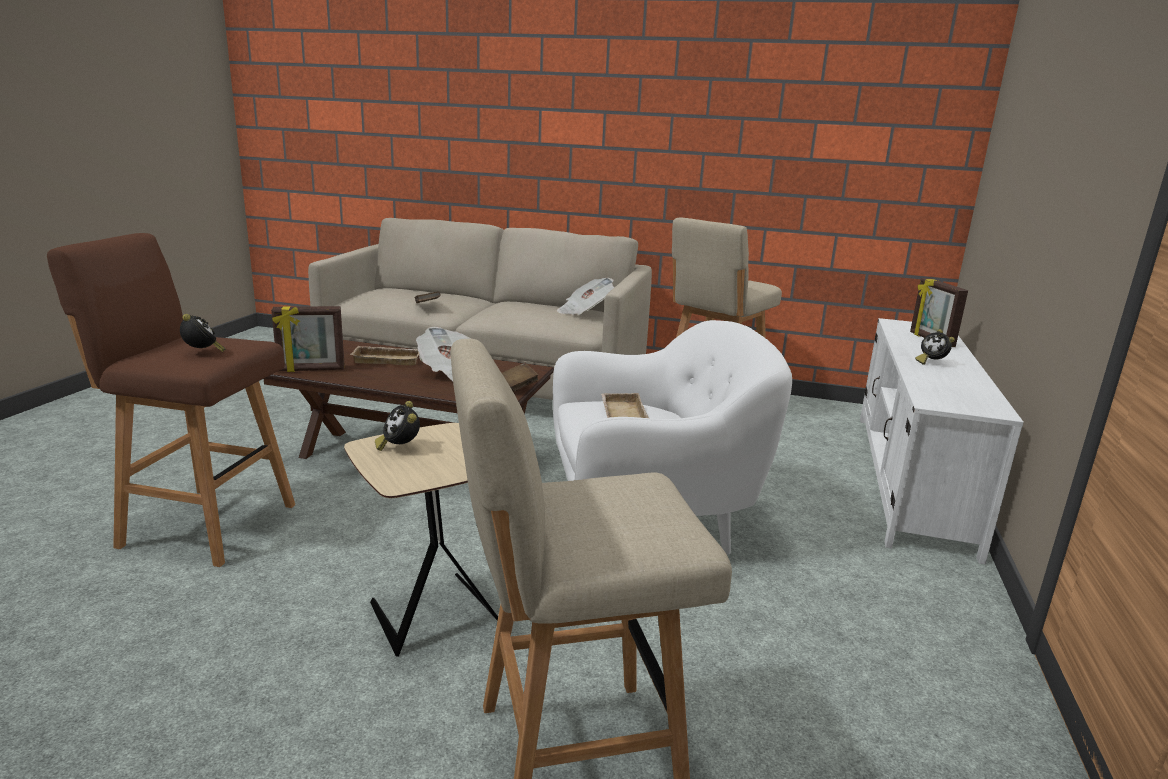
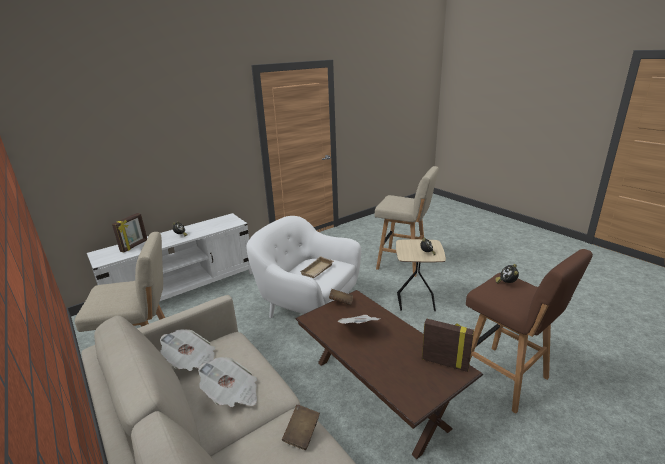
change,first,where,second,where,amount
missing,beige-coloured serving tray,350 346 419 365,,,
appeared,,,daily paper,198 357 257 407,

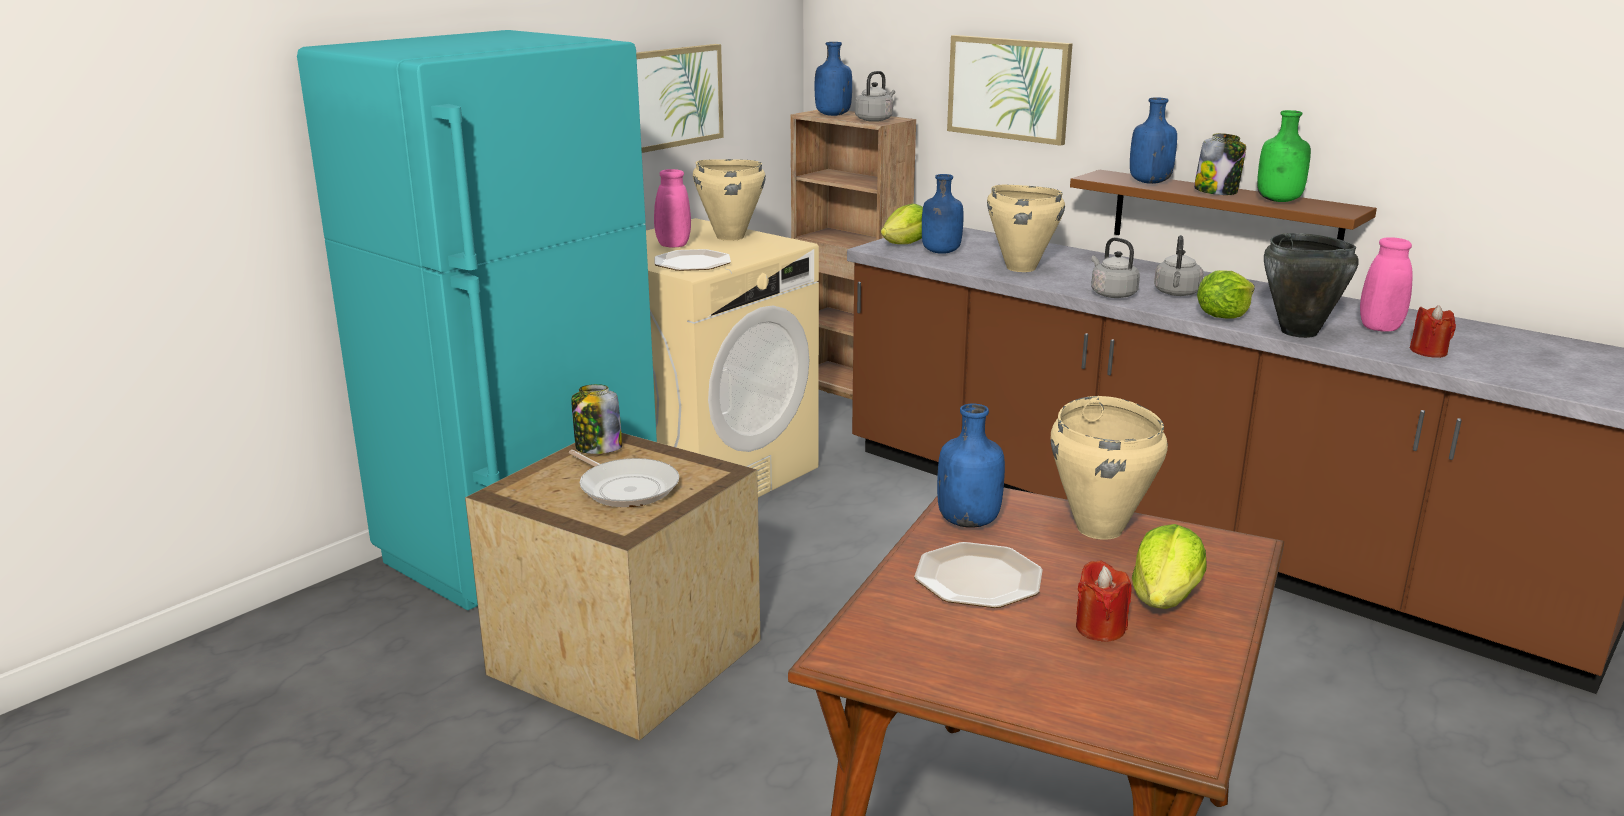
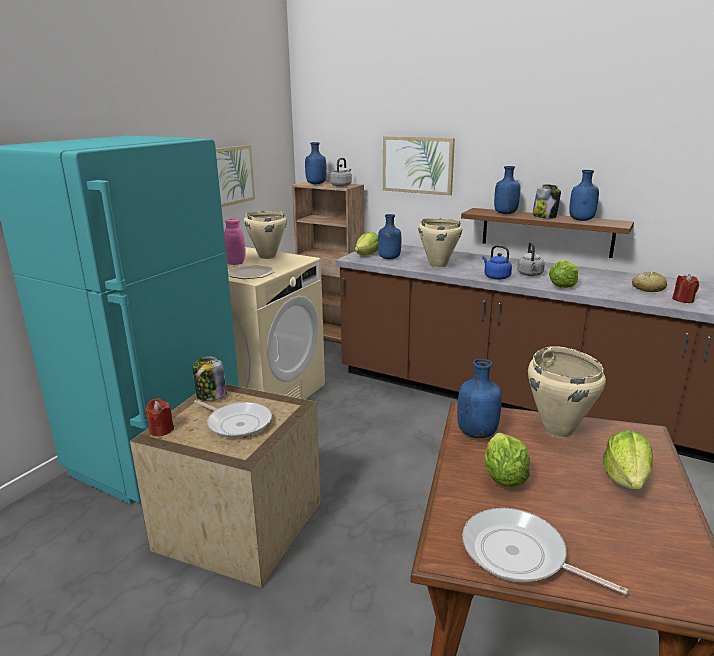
change,first,where,second,where,amount
exchanged,flat dish,914 542 1043 608,lettuce head,484 433 530 487,
relocated,reddish wax candle,1076 560 1132 642,,145 398 174 436,
colour,gray water kettle,1091 237 1140 298,blue-coloured water kettle,482 245 512 280,
colour,greenish beverage bottle,1257 110 1311 202,blue-coloured beverage bottle,569 170 599 221,
missing,black saucepot,1264 233 1359 338,,,
exchanged,pink decorative vase,1360 237 1413 332,bakery bread,632 272 667 292,
appeared,,,pan,462 508 628 595,

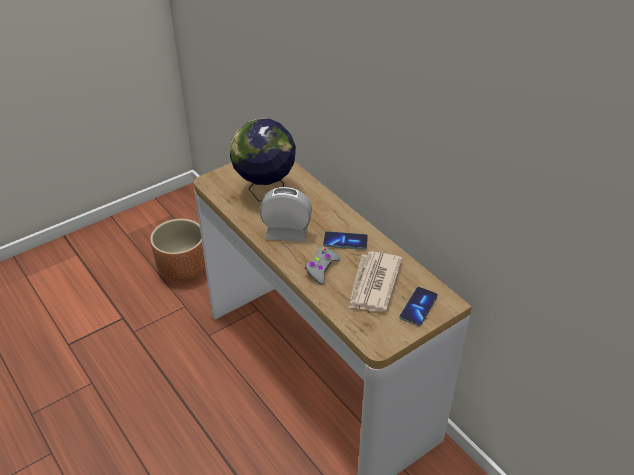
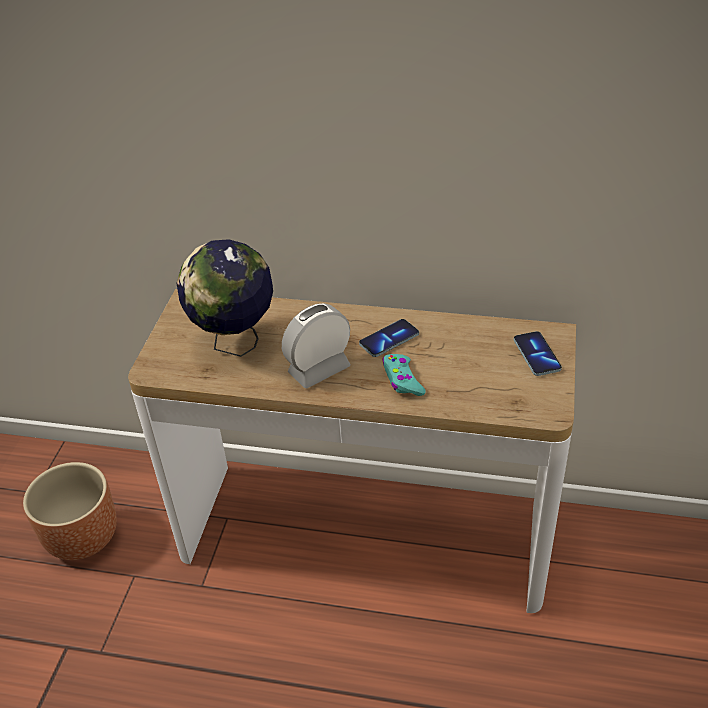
change,first,where,second,where,amount
colour,gray game controller,305 247 341 284,turquoise-coloured game controller,382 354 426 396,
missing,daily paper,348 252 402 312,,,

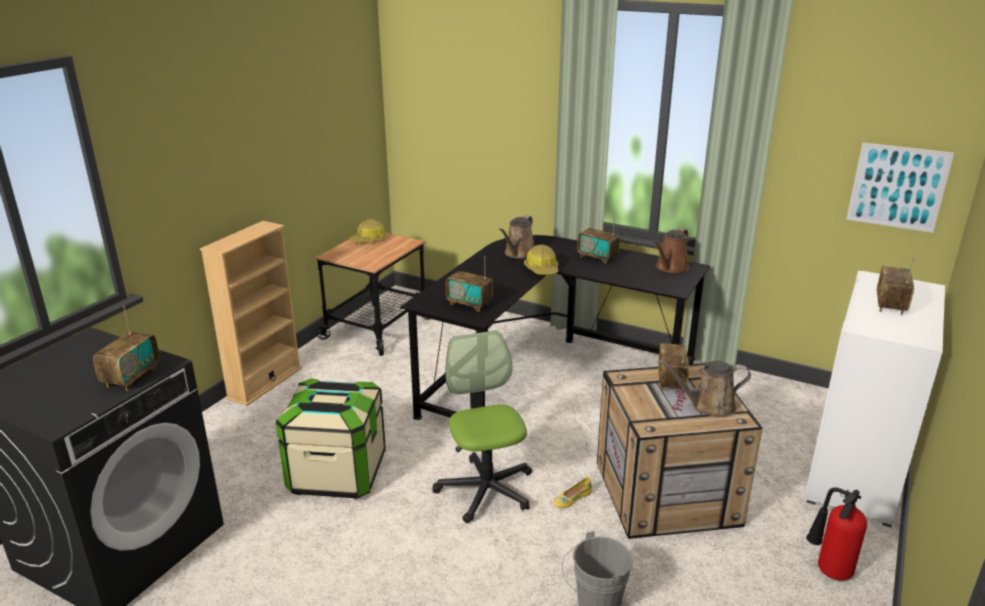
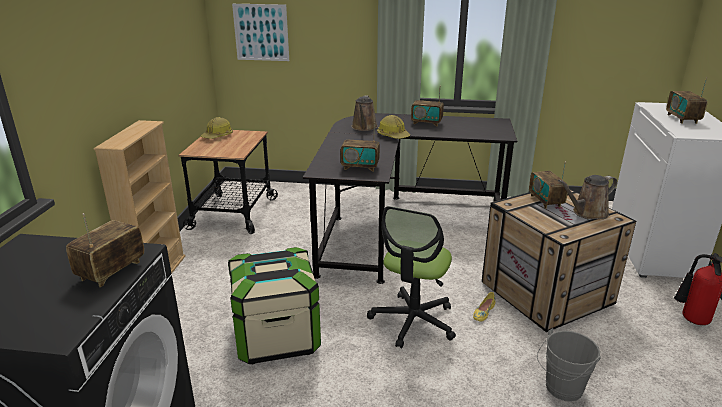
change,first,where,second,where,amount
spun,radio set,93 306 160 391,,66 213 144 288,150 degrees counterclockwise
spun,office chair,432 331 532 523,,367 206 456 348,120 degrees counterclockwise
missing,brown watering can,654 229 689 273,,,
relocated,picture,846 143 954 233,,232 4 289 61,

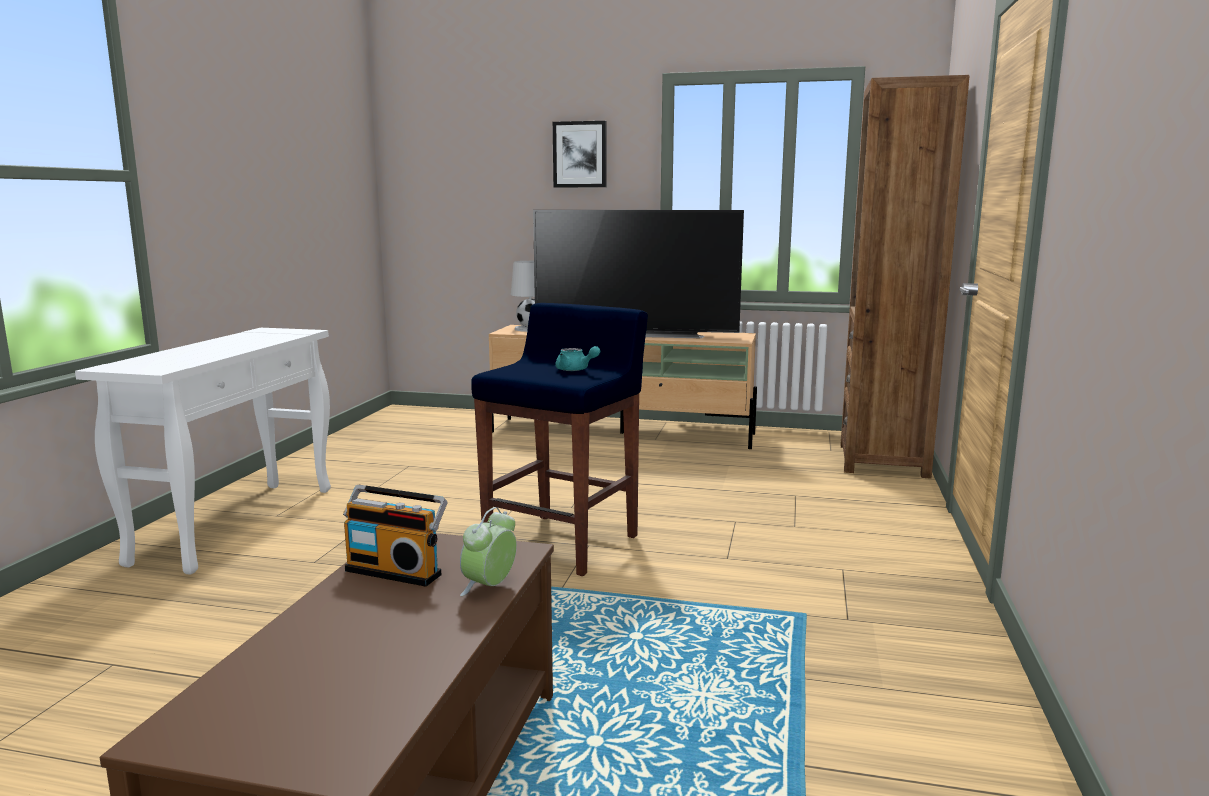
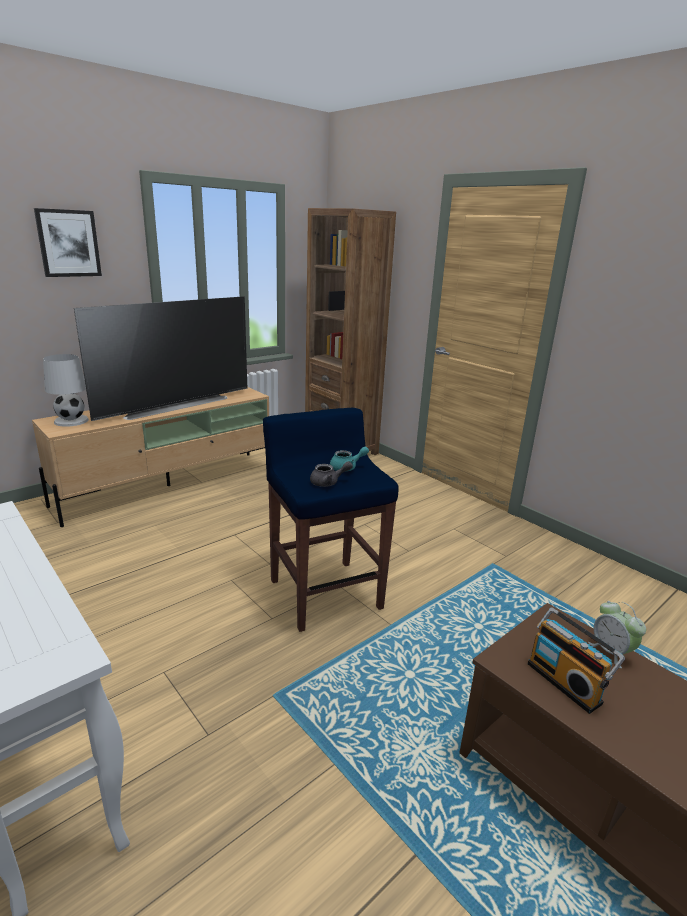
change,first,where,second,where,amount
spun,radio set,343 485 448 587,,527 607 625 714,90 degrees clockwise
appeared,,,gray pot for tea,310 461 353 487,

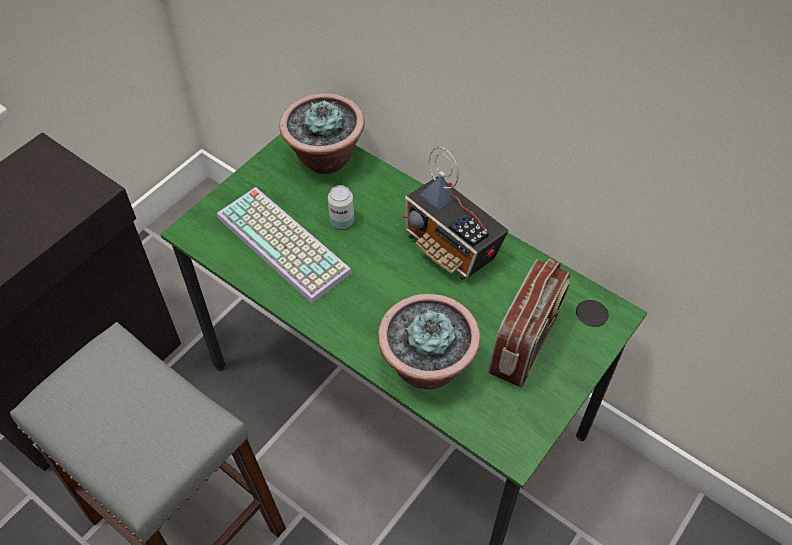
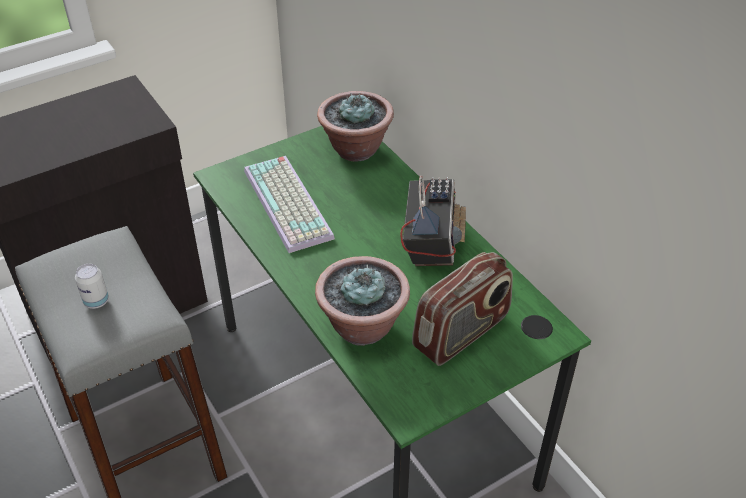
change,first,where,second,where,amount
relocated,metal can,328 185 354 228,,75 264 109 309,
spun,radio set,403 147 508 280,,400 176 466 266,150 degrees counterclockwise

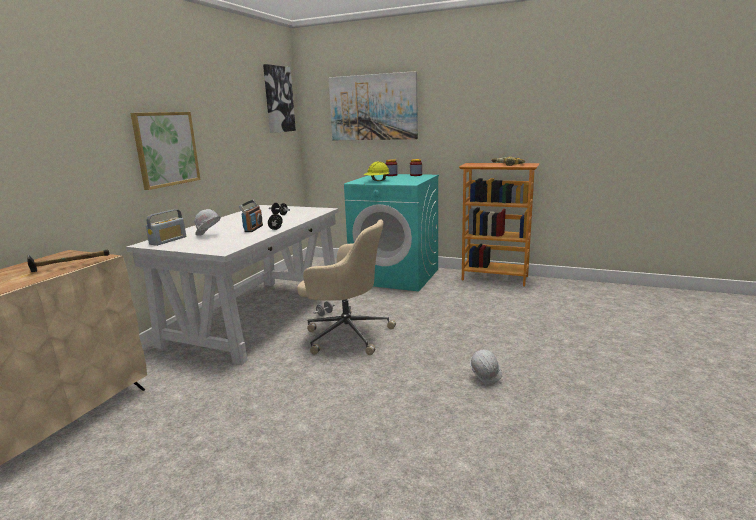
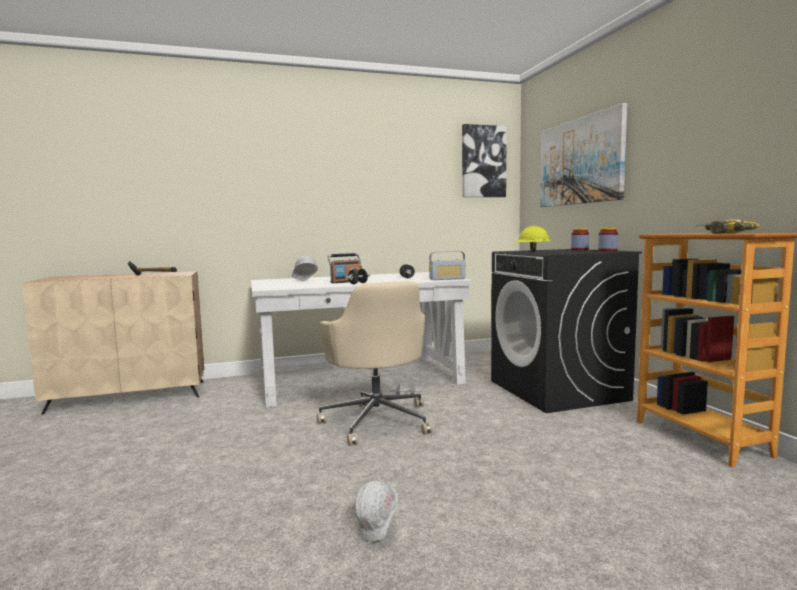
change,first,where,second,where,amount
missing,picture,130 112 200 190,,,
relocated,radio set,146 209 186 246,,429 251 466 280,
colour,turquoise-coloured laundry machine,344 174 439 291,black laundry machine,491 249 642 413,

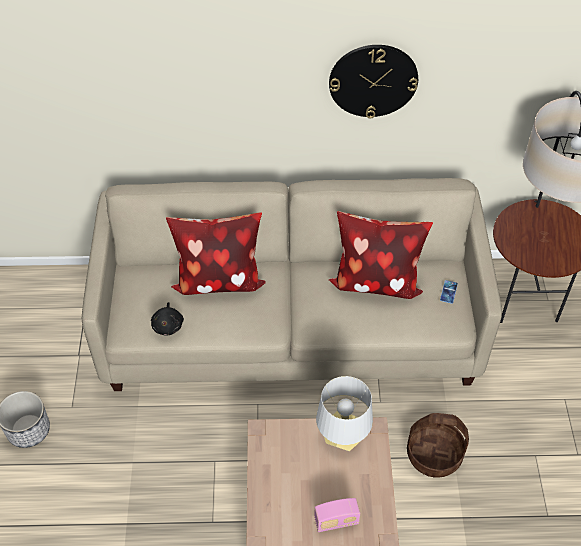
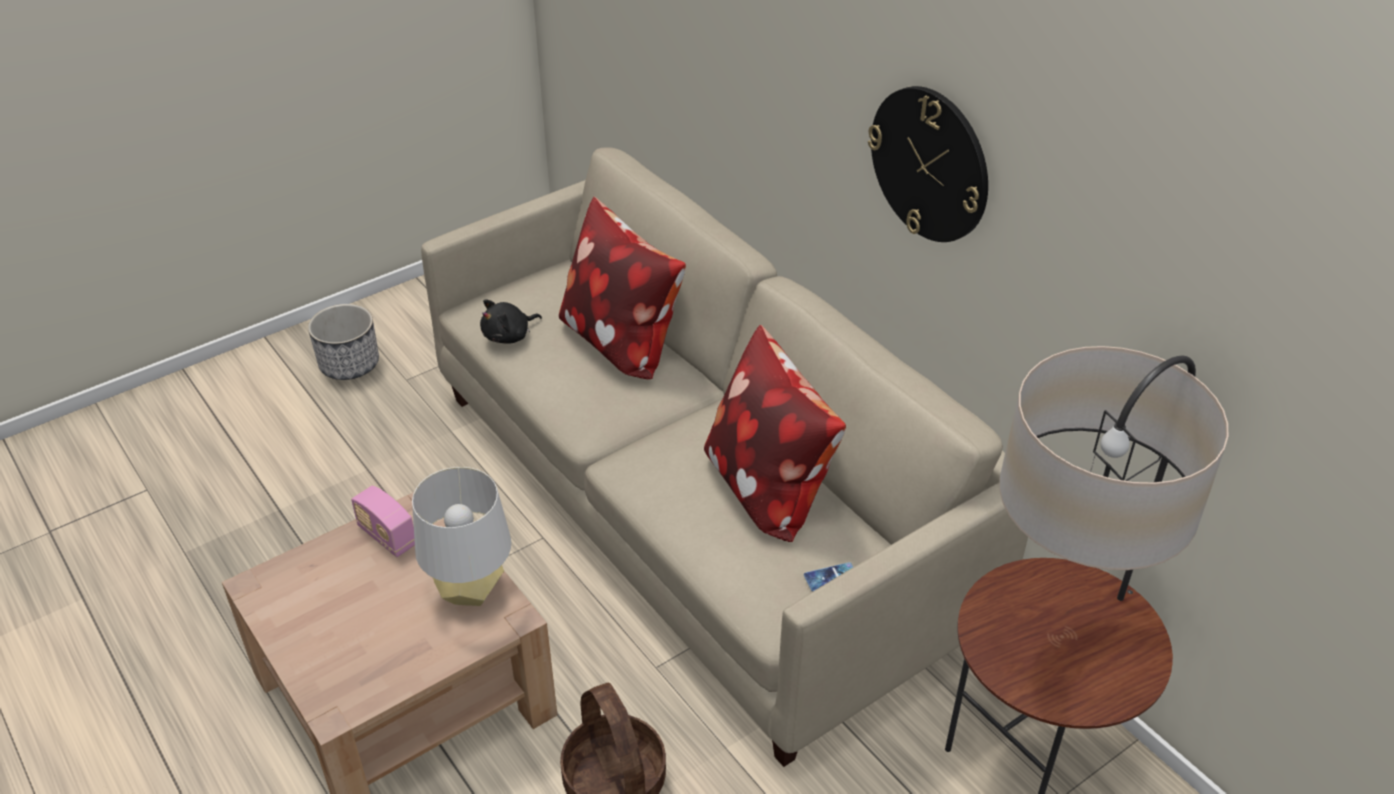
change,first,where,second,where,amount
relocated,radio set,314 498 360 532,,351 486 415 557,

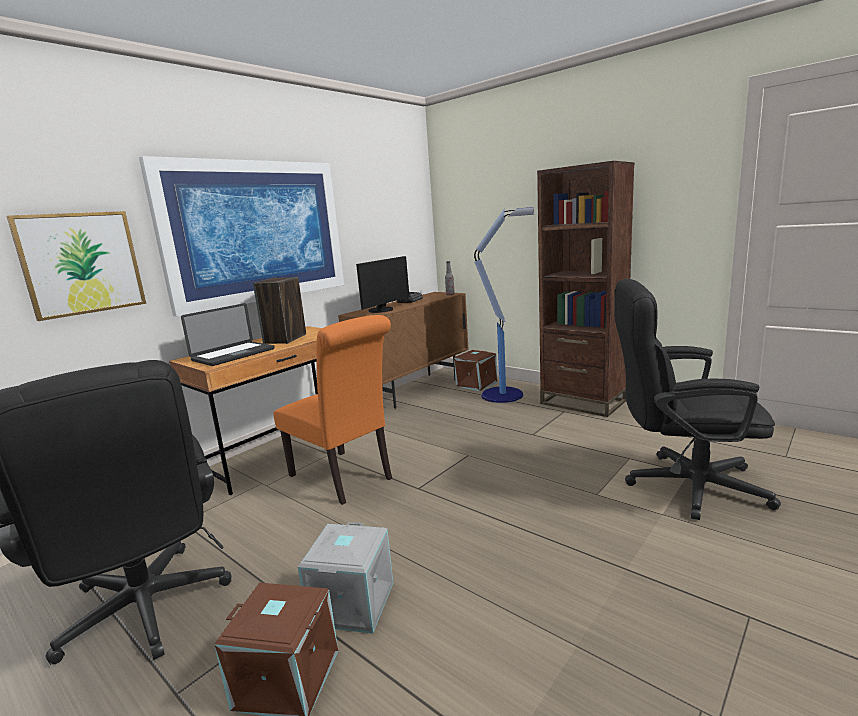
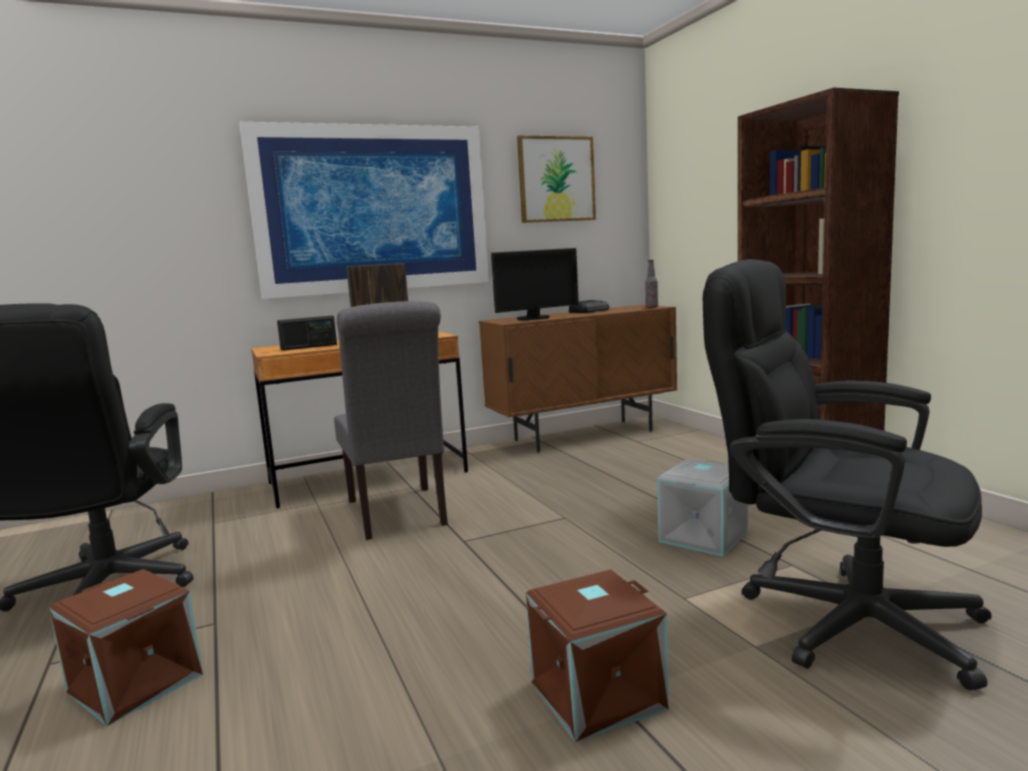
change,first,where,second,where,amount
relocated,picture,6 211 146 321,,517 135 596 223,
exchanged,portable computer,181 303 275 366,radio set,277 315 337 351,
colour,orangey plain chair,273 315 392 505,gray plain chair,334 301 448 540,
relocated,gray storage container,298 522 393 634,,657 459 748 556,
relocated,brown storage container,454 350 497 391,,526 569 669 742,
missing,standing lamp,474 207 534 403,,,

